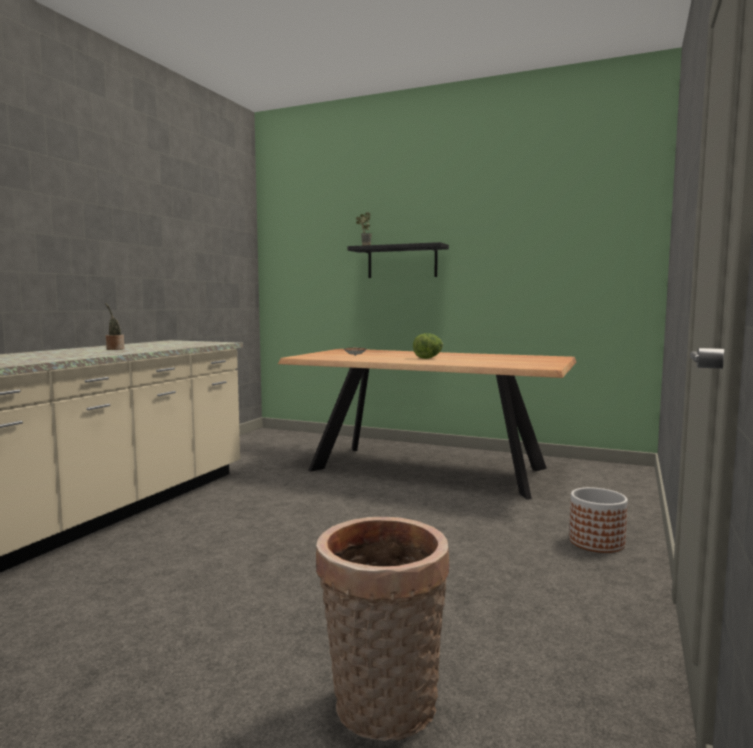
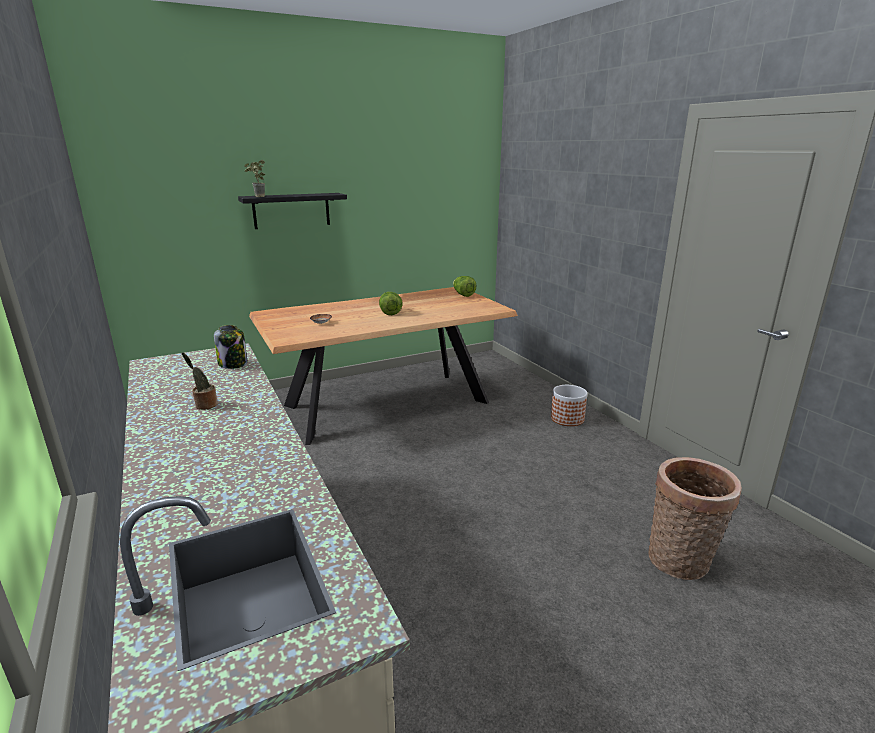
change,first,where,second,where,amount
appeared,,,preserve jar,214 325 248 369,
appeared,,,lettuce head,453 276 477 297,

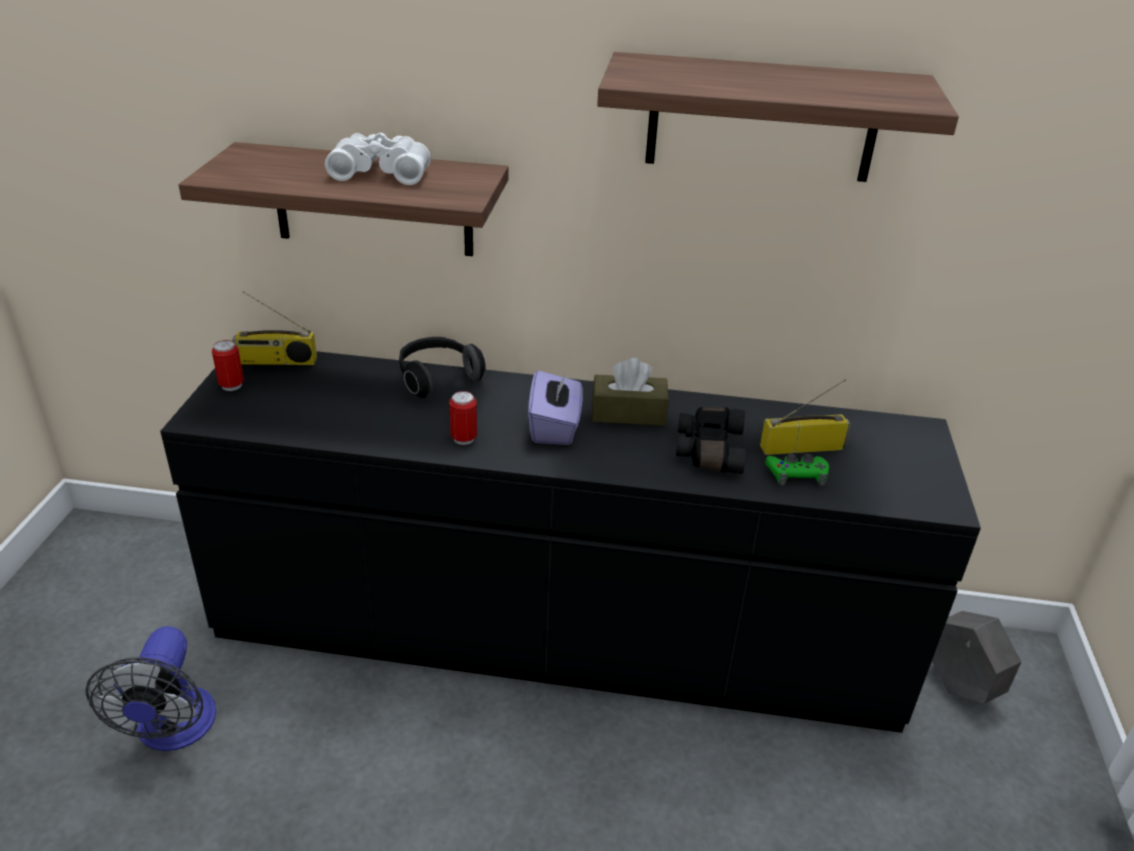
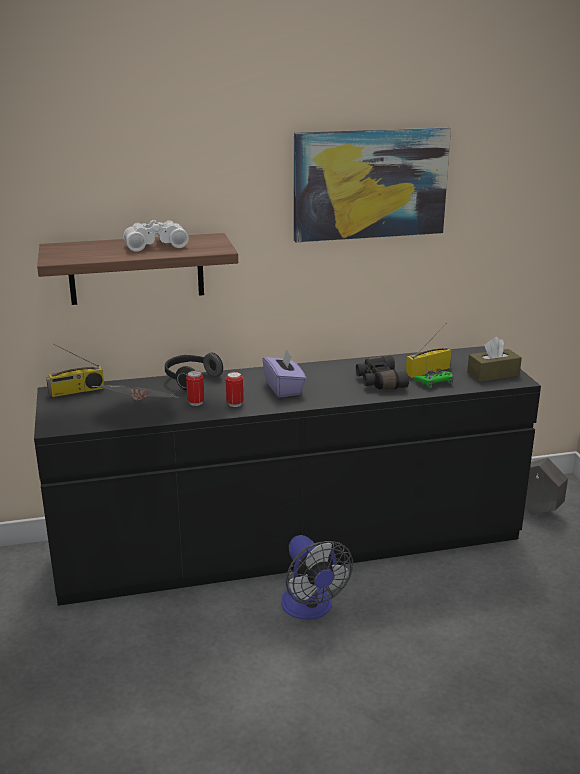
change,first,where,second,where,amount
relocated,electric fan,85 626 216 751,,281 535 353 620,
relocated,metal can,212 340 244 391,,186 371 204 406,
relocated,brown box of tissues,592 358 669 426,,467 337 522 382,
exchanged,wall shelf,597 52 959 182,picture,294 127 451 242,
appeared,,,daily paper,92 385 180 400,

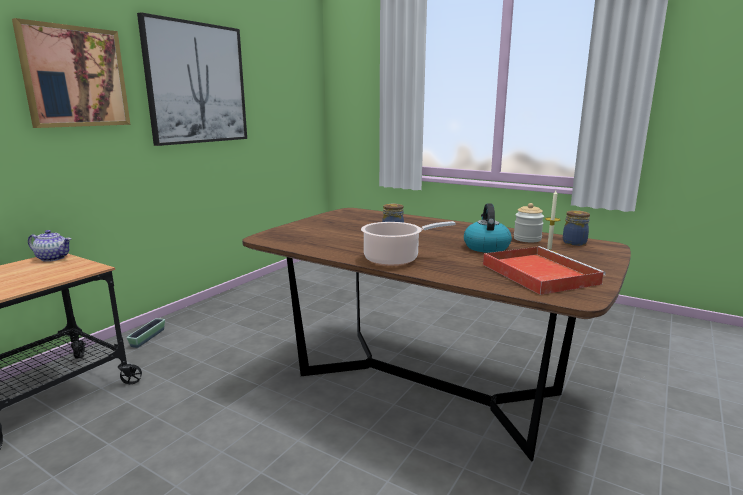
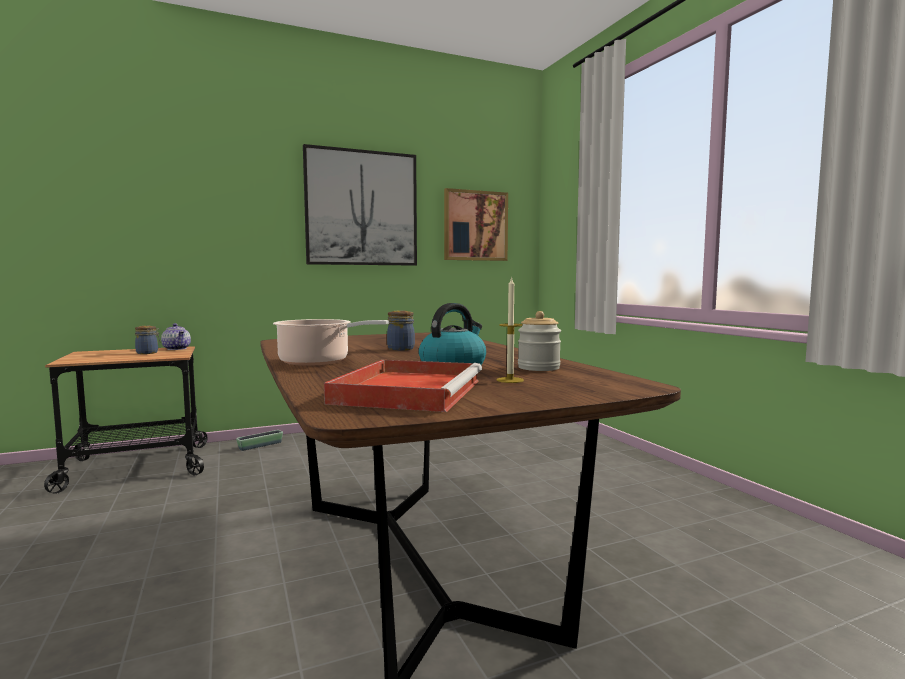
change,first,where,second,where,amount
relocated,picture,12 18 130 128,,444 188 508 261,
relocated,preserve jar,563 210 590 246,,135 326 160 354,

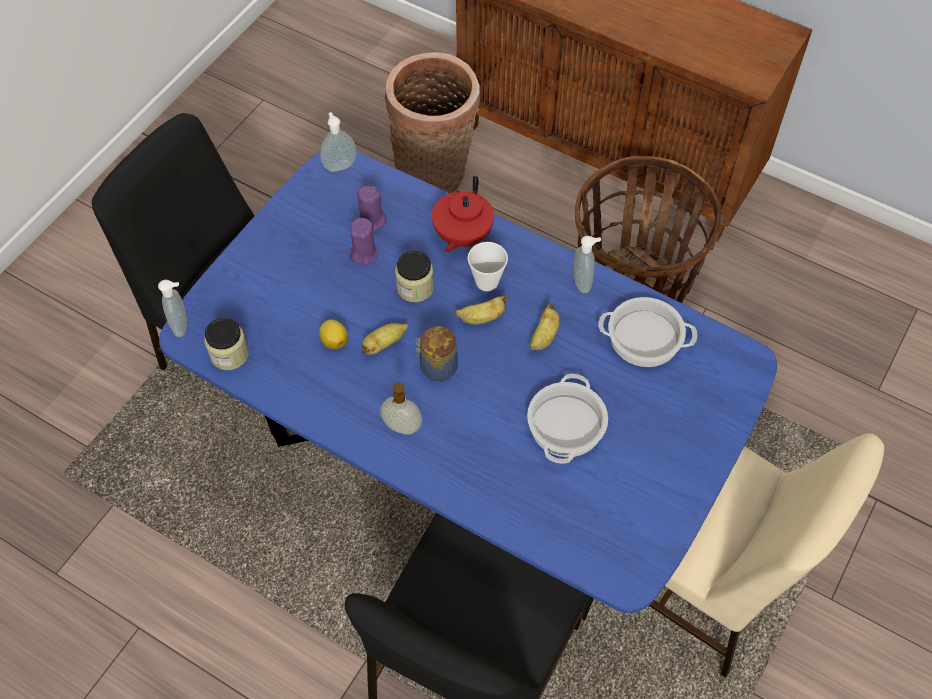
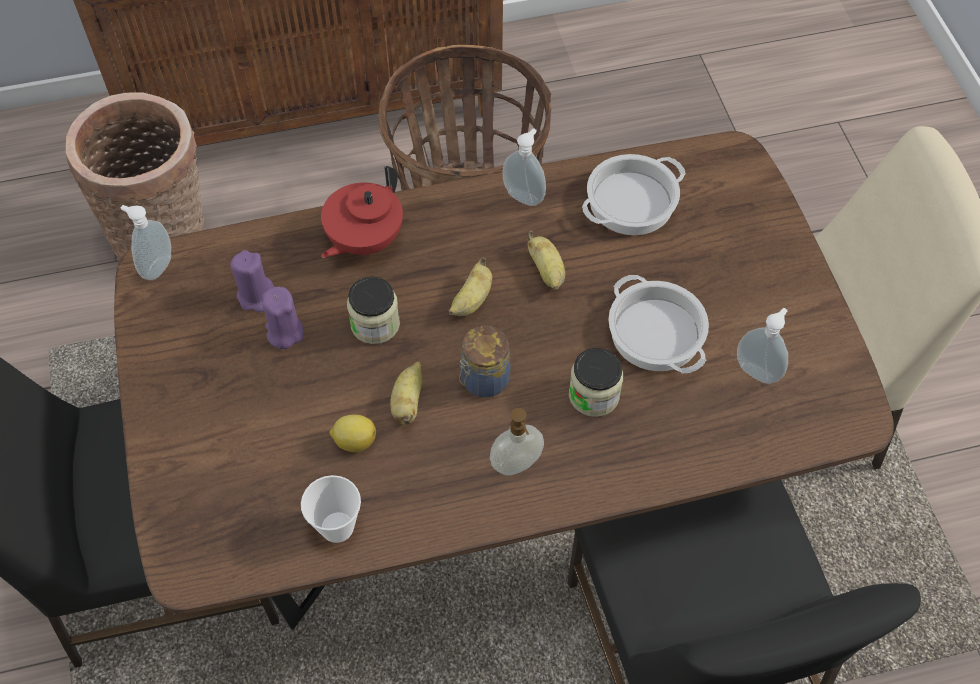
change,first,where,second,where,amount
relocated,soap bottle,158 280 187 337,,737 308 788 384,
colour,blue-coloured kitchen table,159 151 777 620,brown kitchen table,114 131 894 630,
relocated,preserve jar,204 318 249 370,,569 348 623 417,
spun,reddish pot for tea,432 176 494 253,,321 166 403 258,60 degrees clockwise
relocated,drinking cup,468 242 508 291,,301 475 361 543,

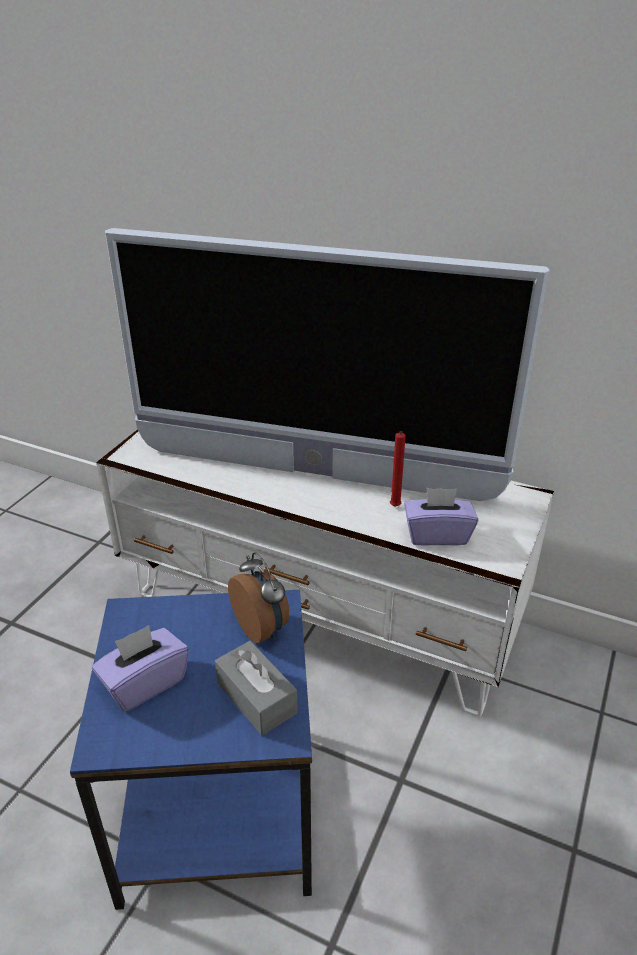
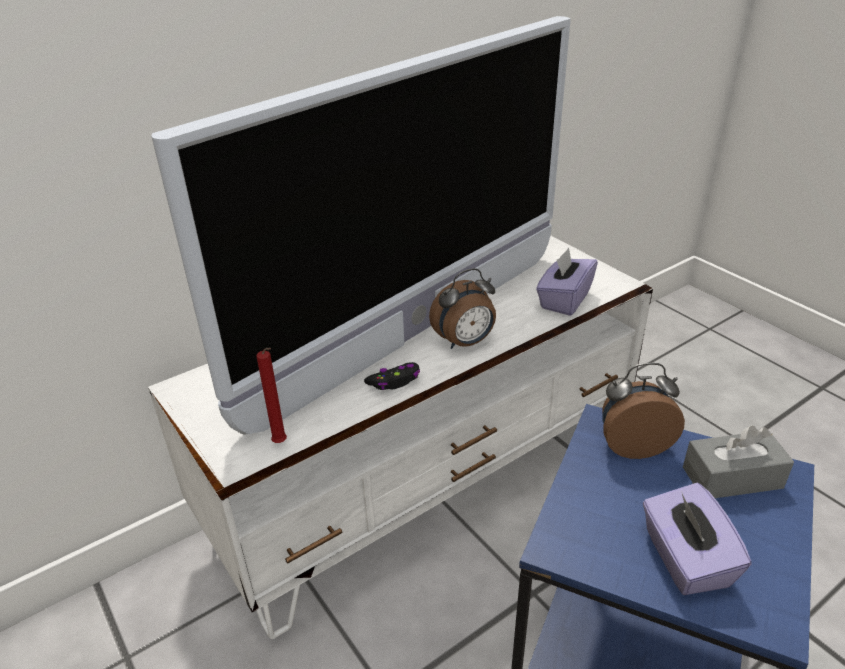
change,first,where,second,where,amount
relocated,reddish wax candle,390 431 406 507,,256 348 287 443,
appeared,,,black game controller,364 362 420 390,
appeared,,,alarm clock,429 268 496 349,

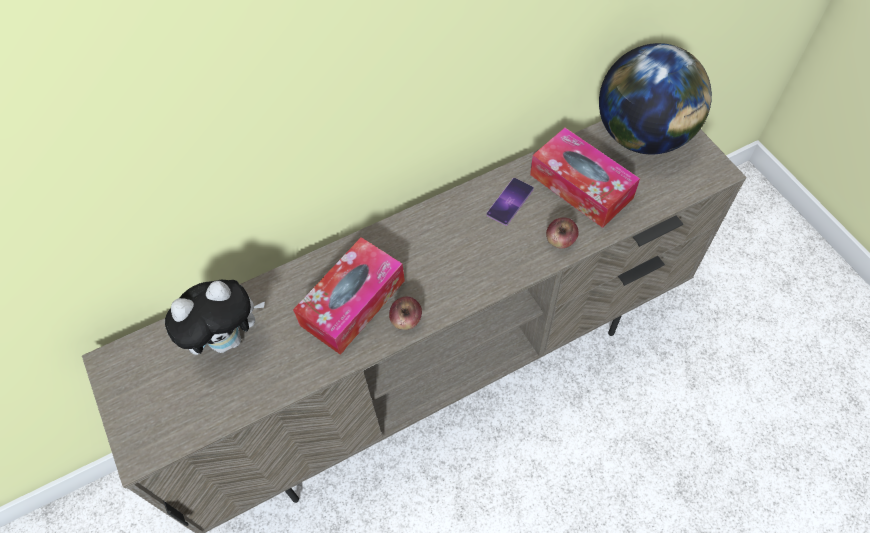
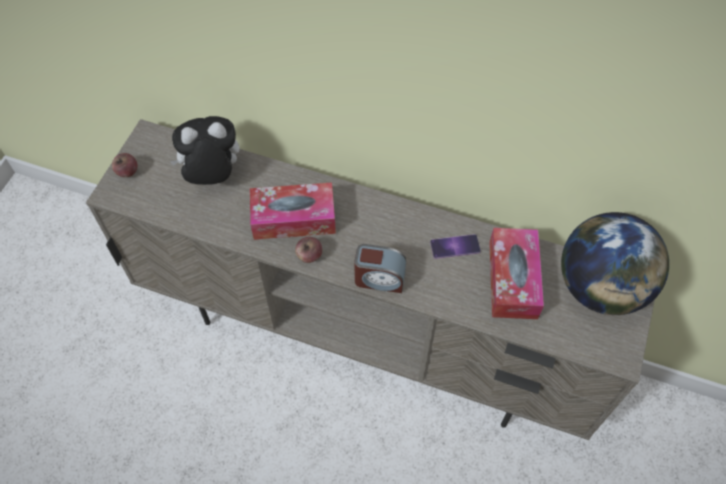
change,first,where,second,where,amount
spun,plush toy,165 280 265 355,,169 116 240 185,150 degrees clockwise
relocated,whole apple,546 217 579 249,,112 153 138 177,
appeared,,,alarm clock,354 244 406 293,

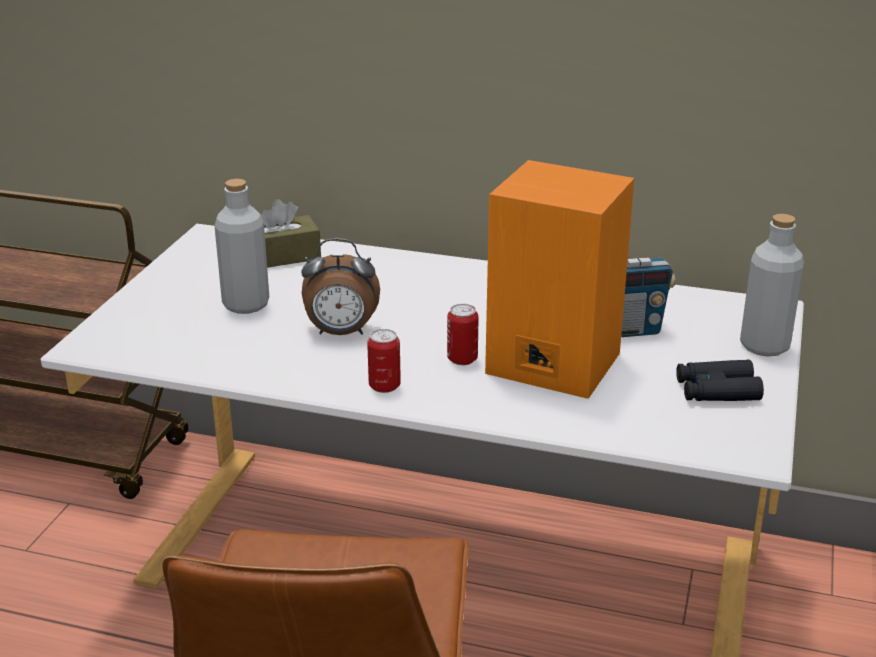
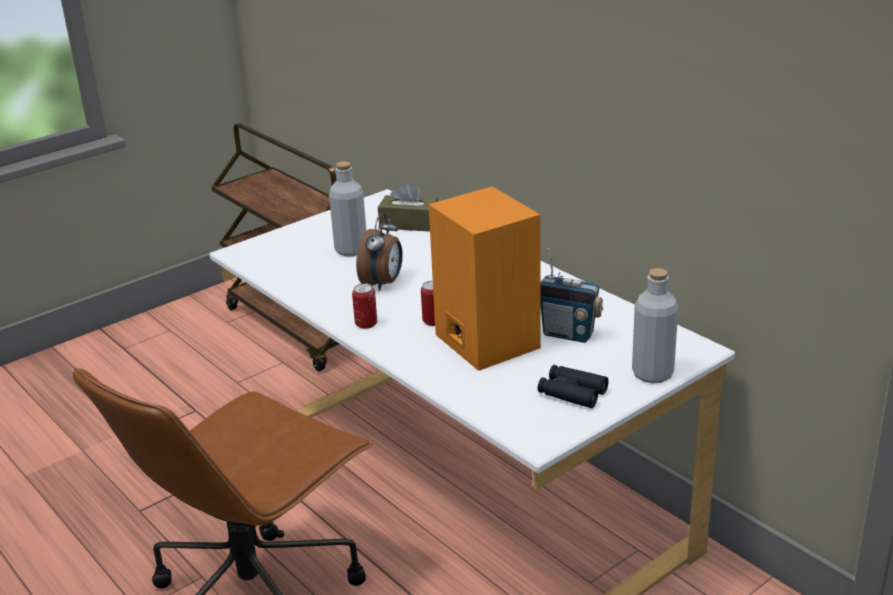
change,first,where,second,where,amount
spun,alarm clock,301 238 380 335,,356 213 403 291,105 degrees counterclockwise

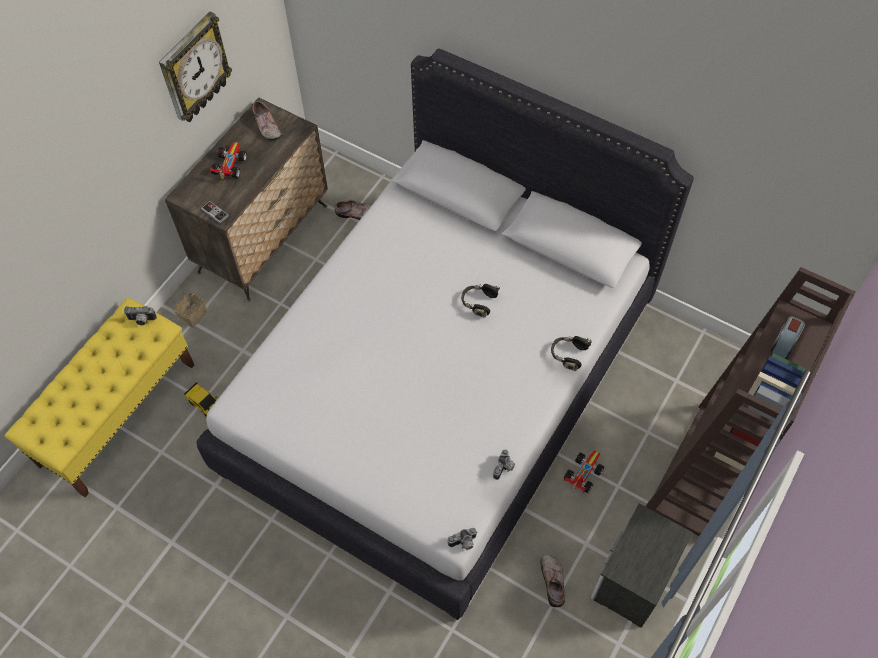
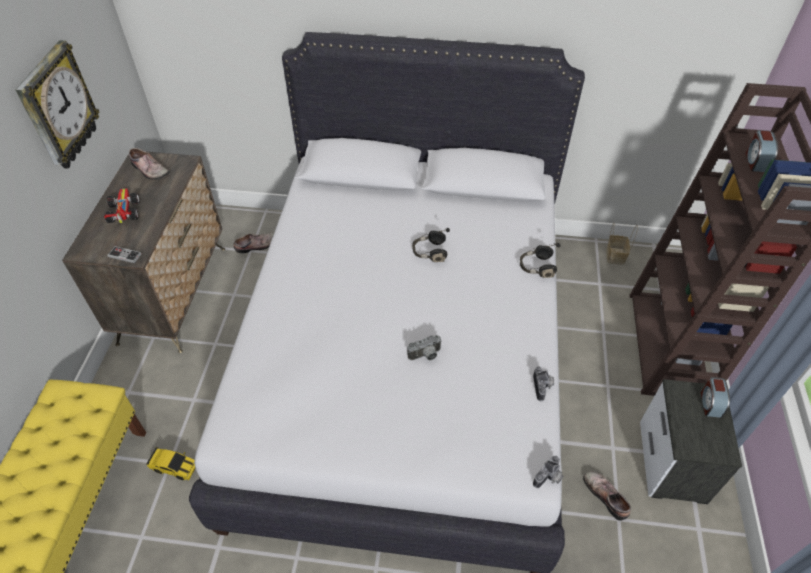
change,first,where,second,where,amount
relocated,photo camera,124 306 157 325,,408 335 442 360,
relocated,storage basket,170 283 207 328,,606 223 638 265,
missing,miniature car,564 450 604 493,,,
appeared,,,alarm clock,701 377 730 418,

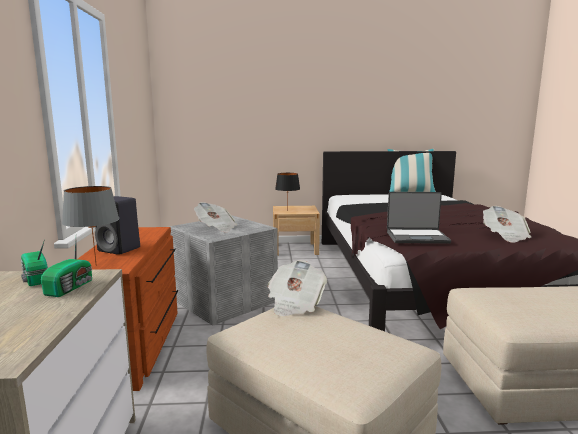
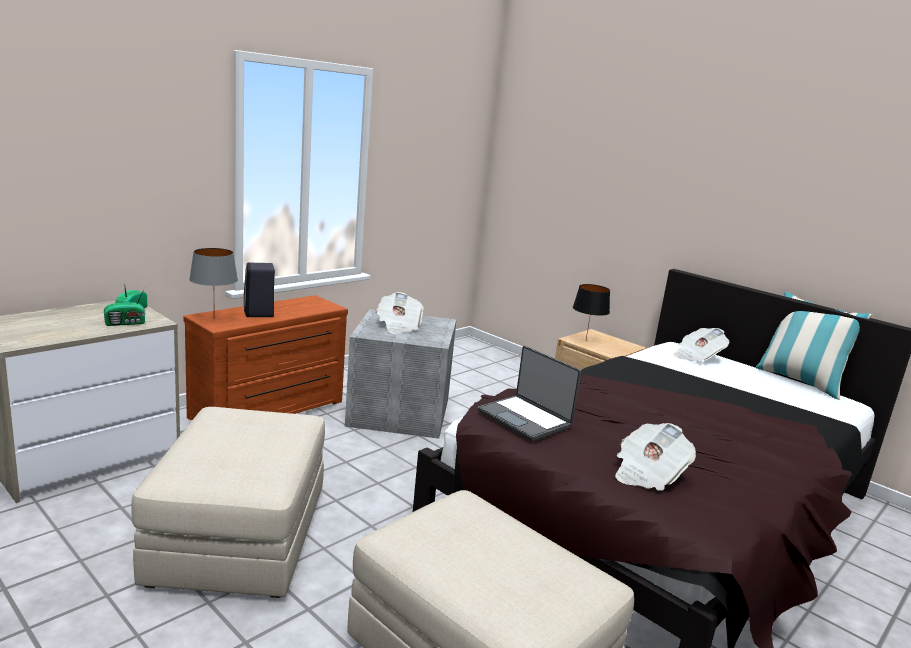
change,first,where,second,where,amount
relocated,daily paper,268 260 327 316,,673 328 729 363,

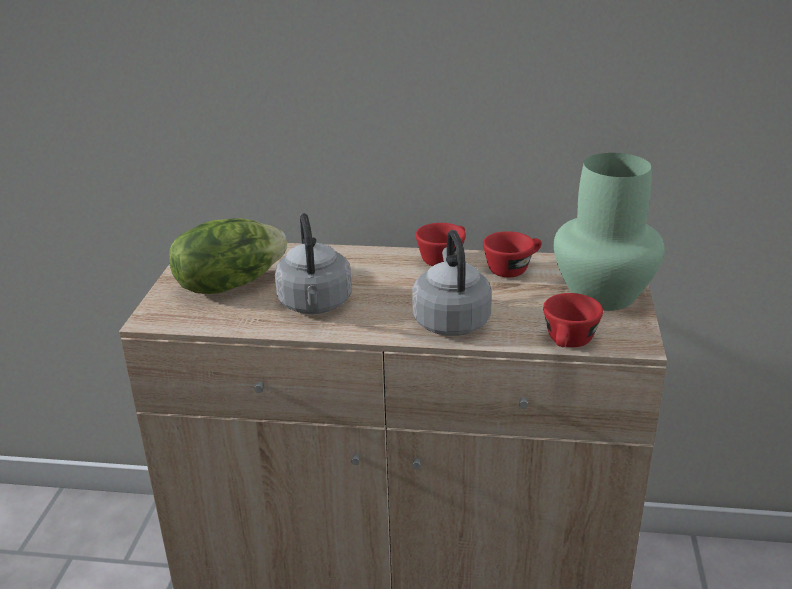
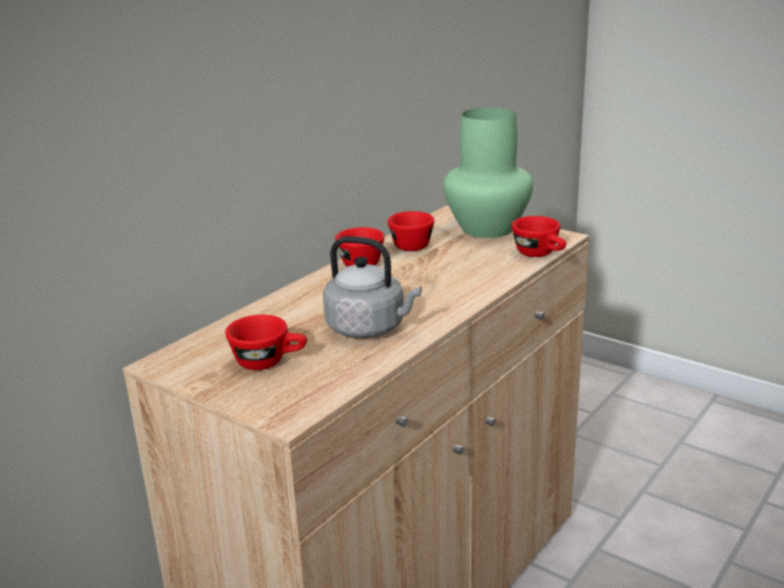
change,first,where,second,where,amount
exchanged,lettuce head,169 218 287 294,reddish drinking cup,225 315 307 370,
missing,gray water kettle,412 230 492 336,,,

